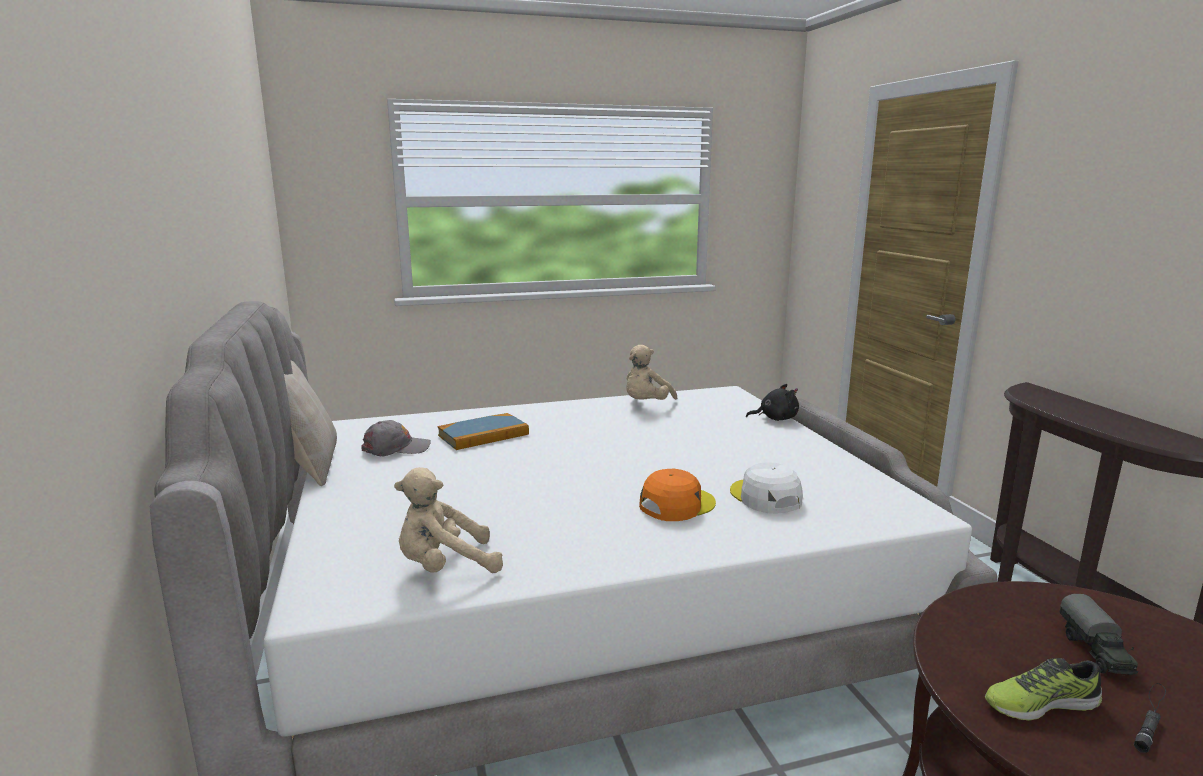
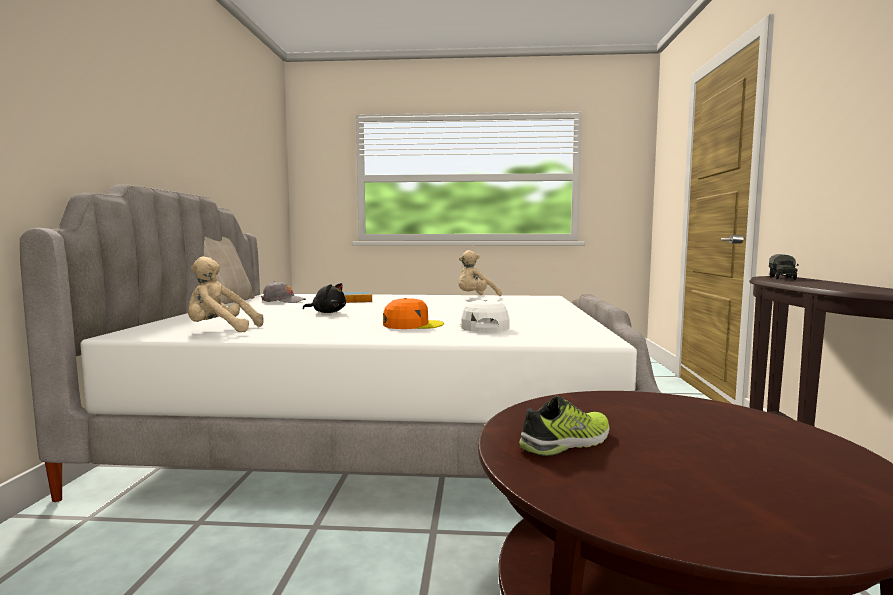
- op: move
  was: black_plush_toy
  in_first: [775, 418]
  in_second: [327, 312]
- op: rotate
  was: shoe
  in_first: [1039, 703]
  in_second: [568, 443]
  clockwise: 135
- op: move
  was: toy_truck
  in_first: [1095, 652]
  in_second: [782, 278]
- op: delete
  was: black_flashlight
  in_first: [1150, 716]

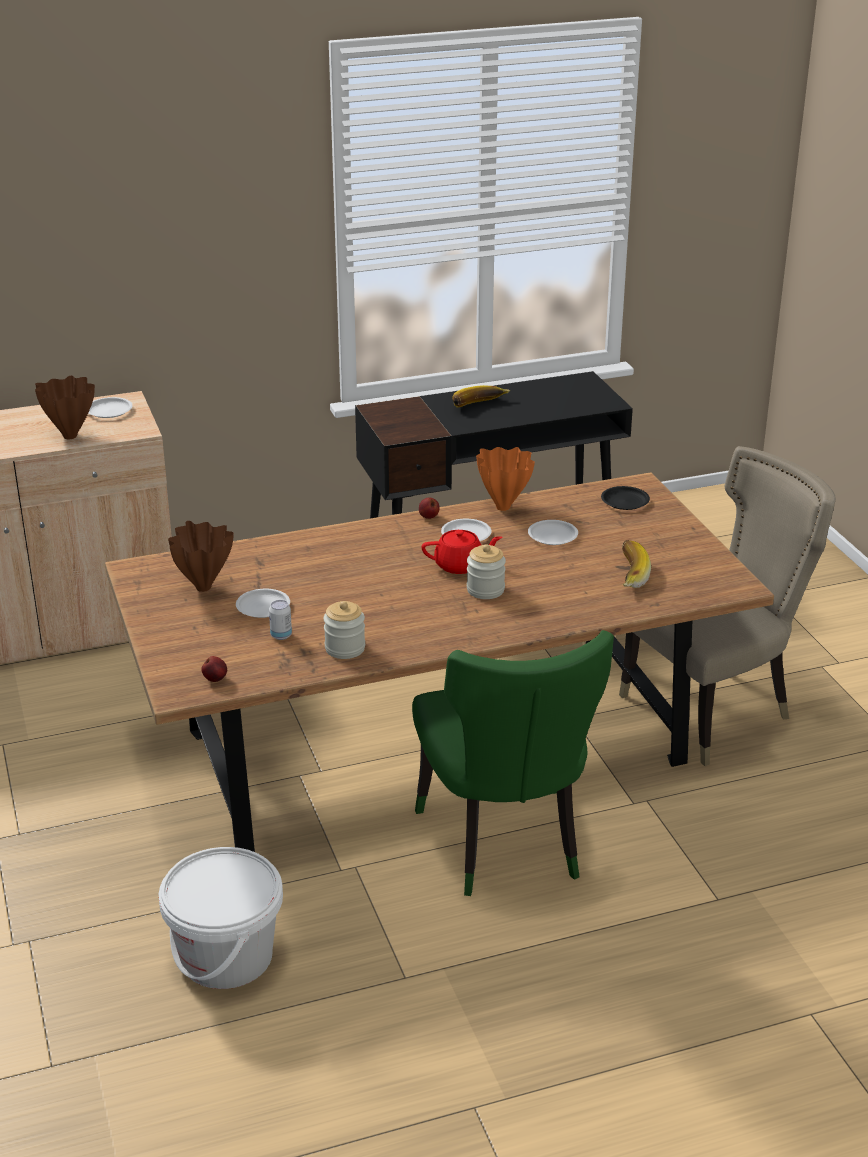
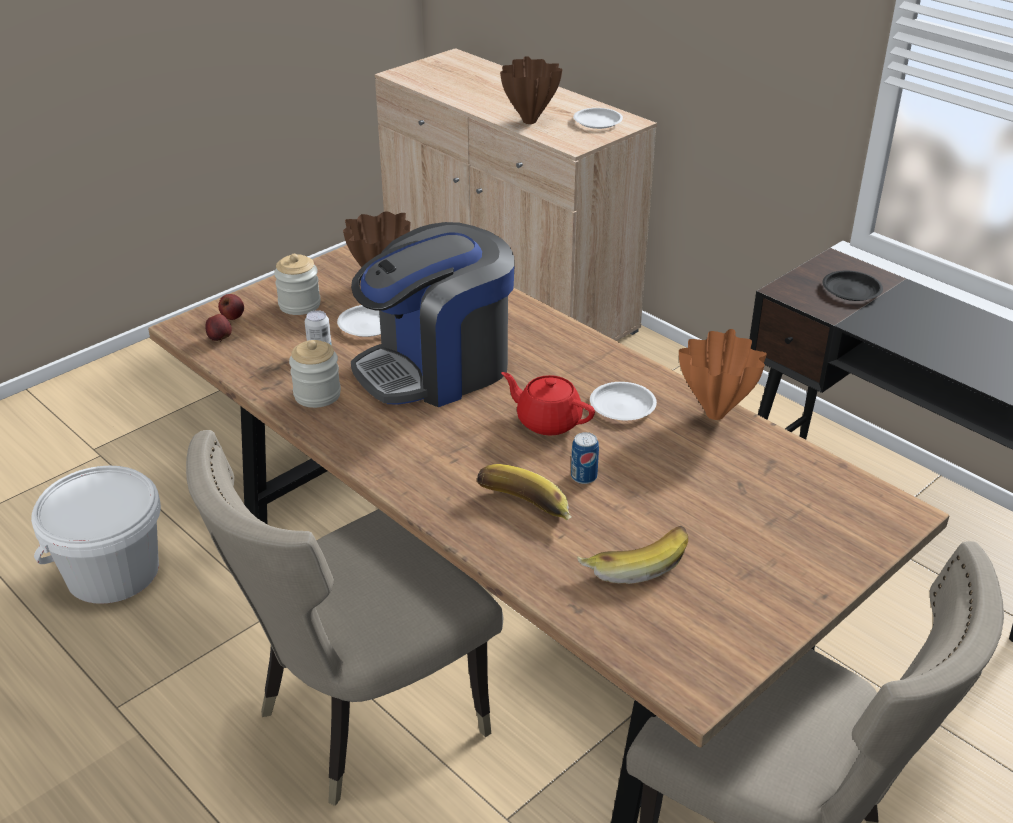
- op: recolor
  was: green_chair
  now: beige_chair
  in_first: [505, 846]
  in_second: [361, 719]
- op: move
  was: apple
  in_first: [428, 517]
  in_second: [232, 317]
- op: rotate
  was: red_teapot
  in_first: [460, 565]
  in_second: [547, 421]
  clockwise: 150
- op: move
  was: banana
  in_first: [480, 406]
  in_second: [522, 509]
- op: move
  was: jar
  in_first: [485, 590]
  in_second: [299, 305]
- op: delete
  was: white_plate
  in_first: [552, 536]
- op: move
  was: black_plate
  in_first: [624, 501]
  in_second: [851, 290]
- op: insert
  now: coffee_machine
  in_second: [437, 368]
- op: insert
  now: can
  in_second: [584, 477]

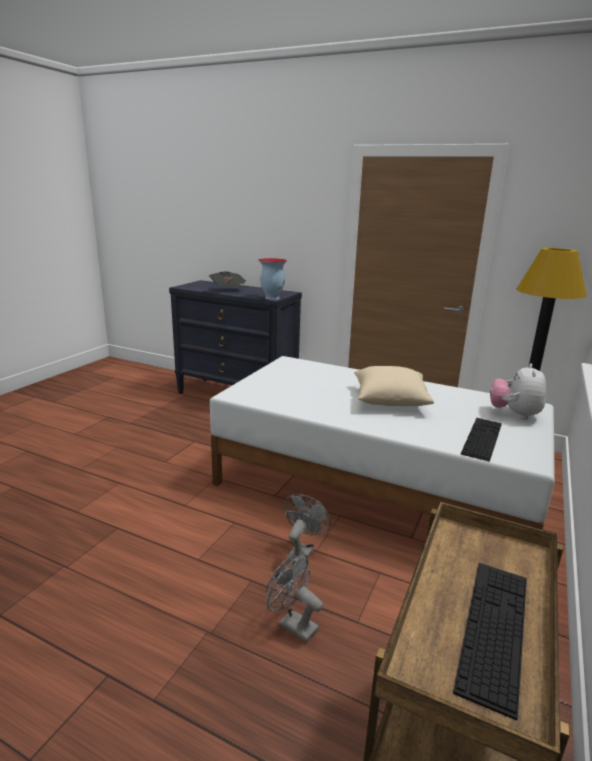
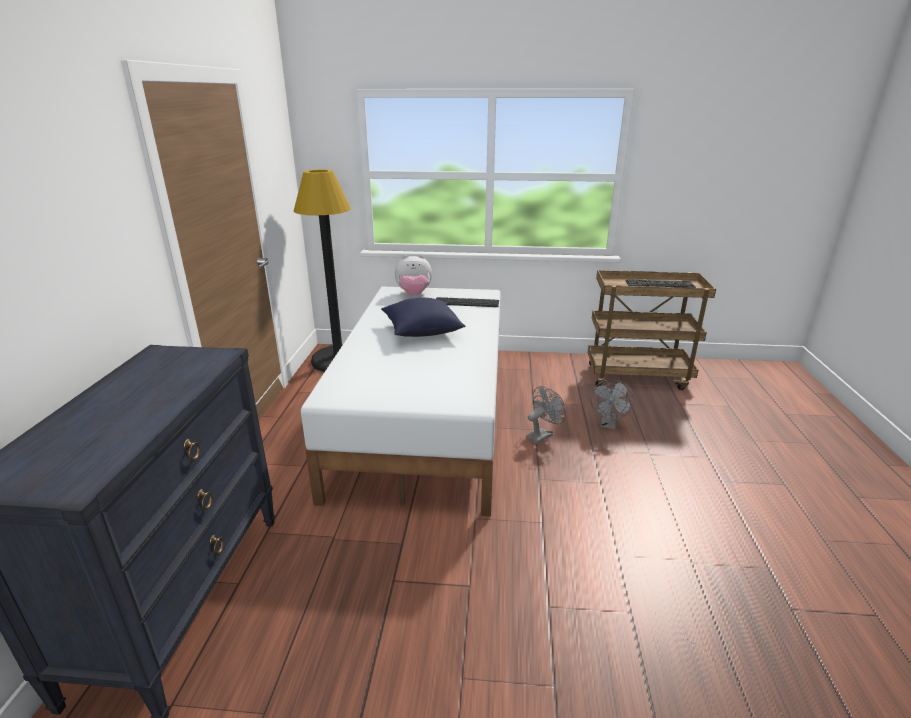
- op: delete
  was: newspaper
  in_first: [228, 290]
- op: delete
  was: vase
  in_first: [271, 298]
- op: rotate
  was: grey_fan
  in_first: [302, 552]
  in_second: [542, 435]
  clockwise: 135
- op: recolor
  was: beige_pillow
  now: blue_pillow
  in_first: [389, 400]
  in_second: [422, 331]

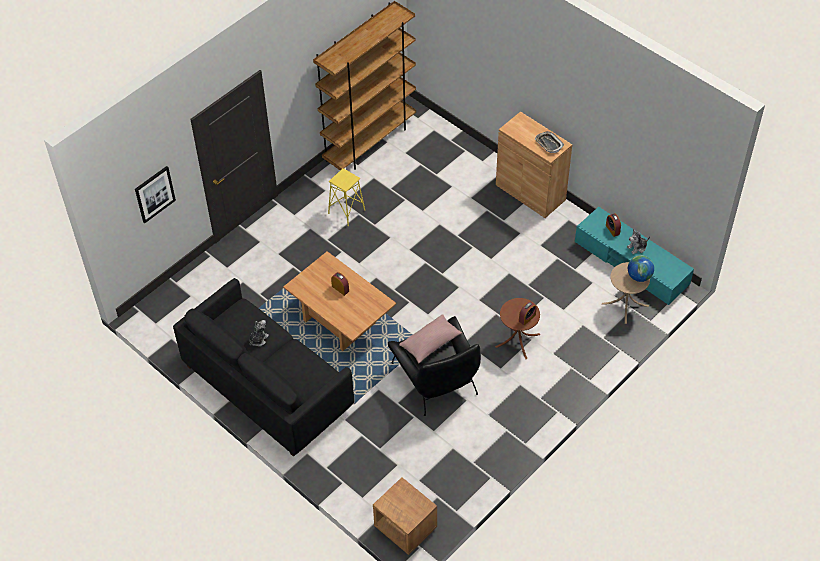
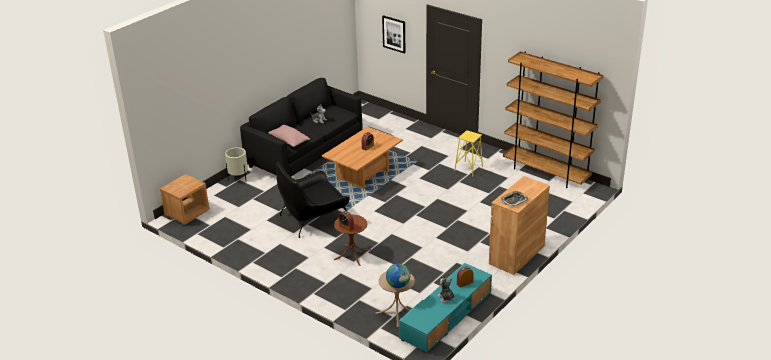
- op: move
  was: pink_pillow
  in_first: [430, 343]
  in_second: [289, 141]
- op: insert
  now: beige_planter
  in_second: [238, 178]

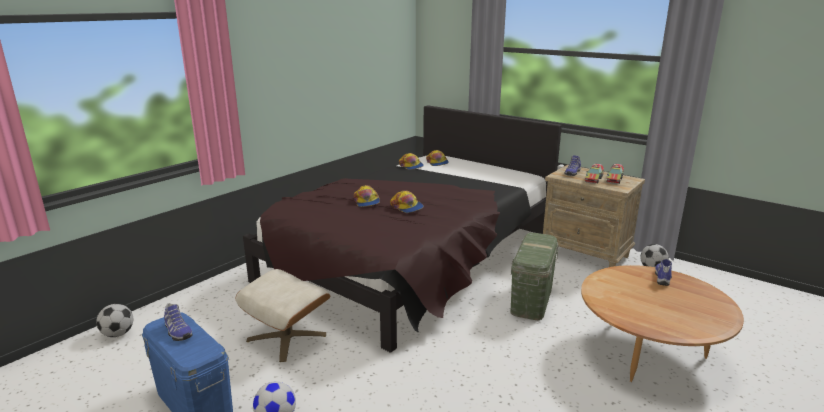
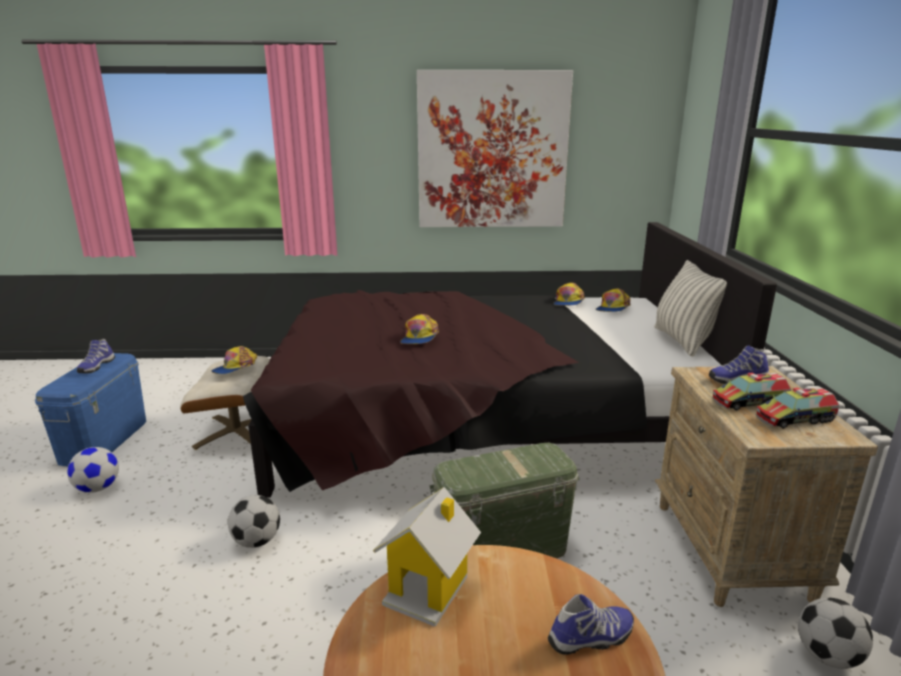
- op: move
  was: football
  in_first: [118, 334]
  in_second: [257, 541]
- op: move
  was: cap
  in_first: [366, 201]
  in_second: [235, 368]
- op: insert
  now: toy_house
  in_second: [429, 588]
- op: insert
  now: picture
  in_second: [492, 151]
- op: insert
  now: pillow
  in_second: [682, 341]

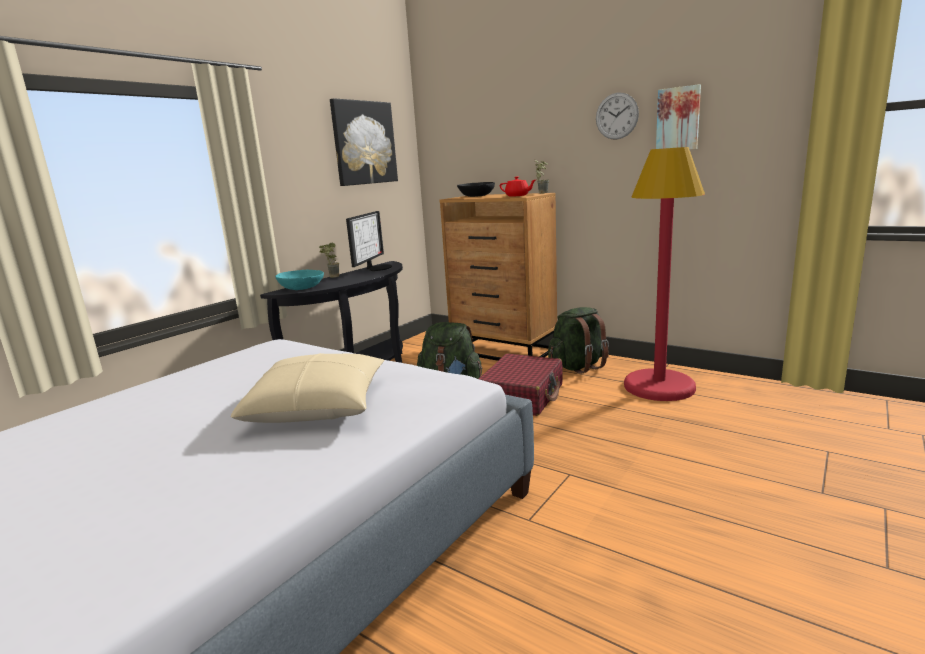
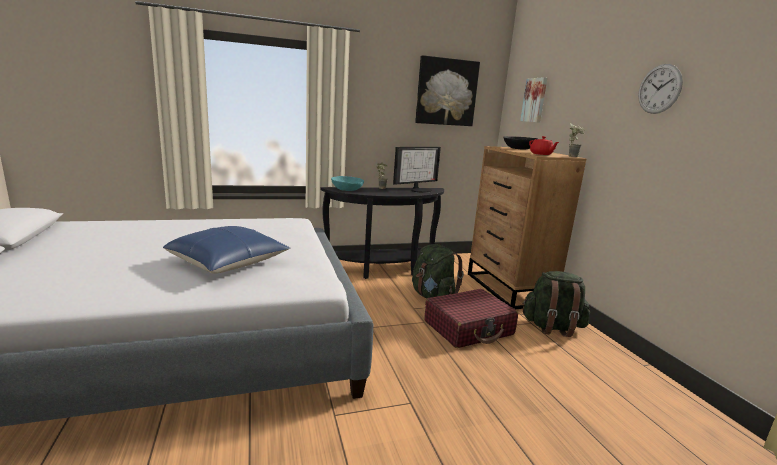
- op: recolor
  was: beige_pillow
  now: blue_pillow
  in_first: [318, 406]
  in_second: [228, 262]
- op: delete
  was: red_floor_lamp
  in_first: [659, 386]
- op: move
  was: picture
  in_first: [678, 119]
  in_second: [535, 100]

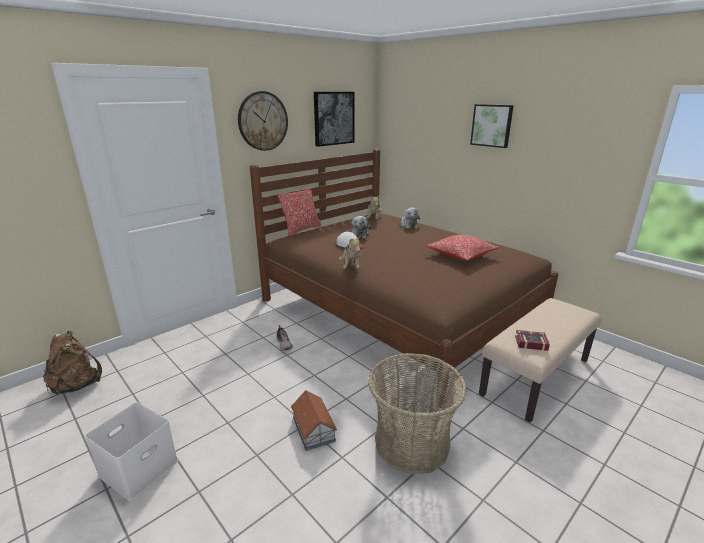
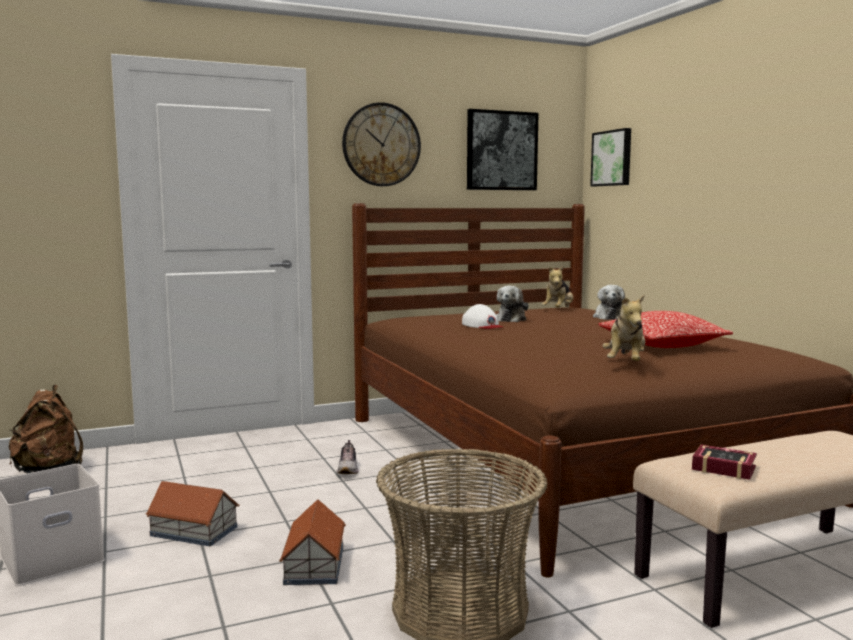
- op: delete
  was: pillow
  in_first: [301, 230]
- op: move
  was: plush_toy
  in_first: [351, 267]
  in_second: [625, 363]
- op: move
  was: picture
  in_first: [492, 125]
  in_second: [612, 158]
- op: insert
  now: toy_house
  in_second: [193, 530]

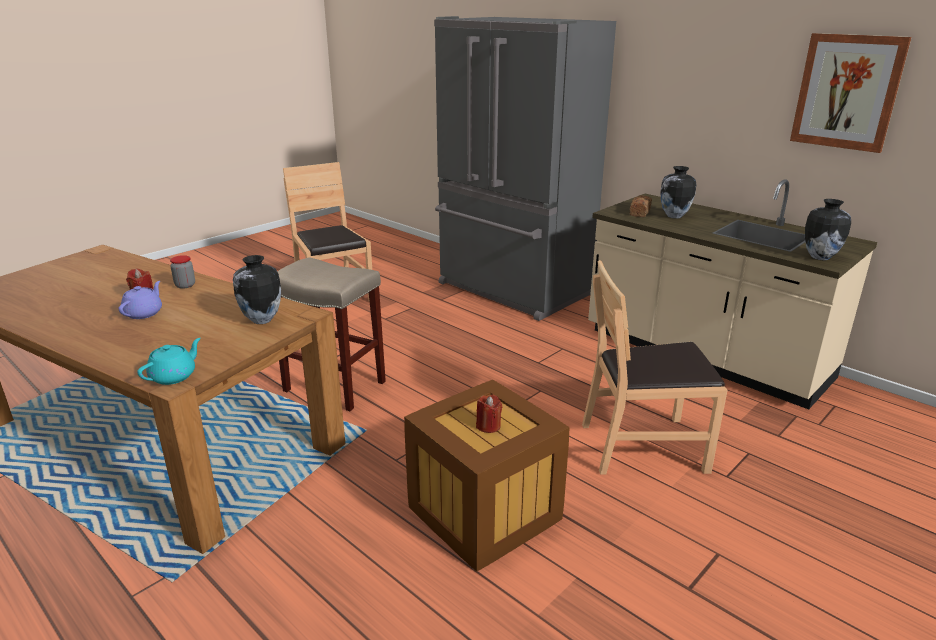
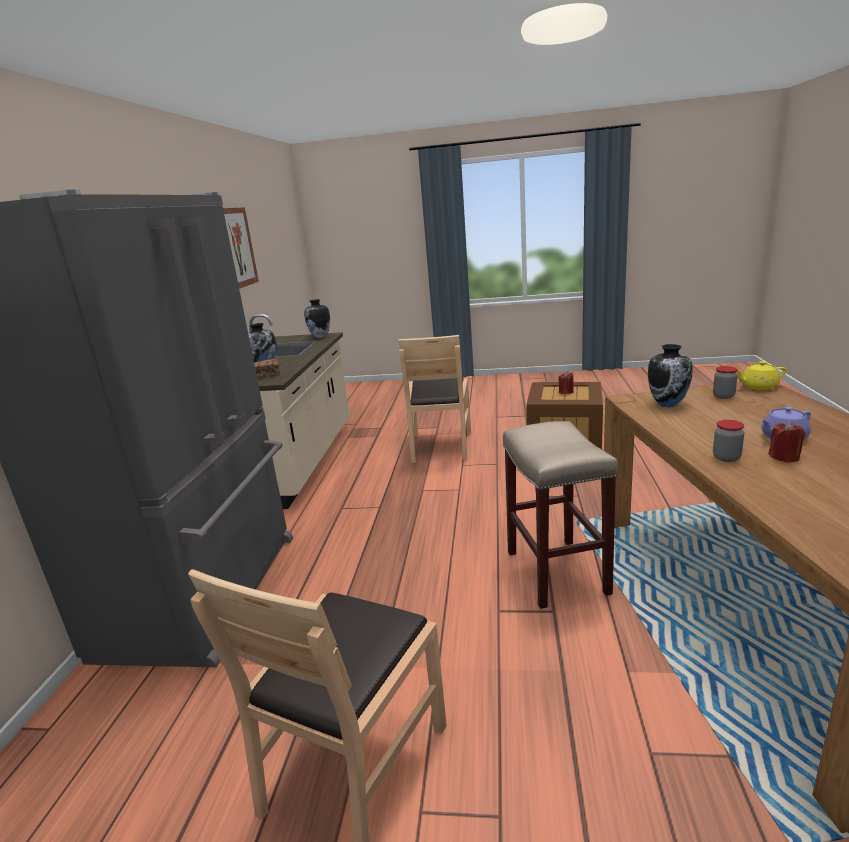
- op: recolor
  was: turquoise_teapot
  now: yellow_teapot
  in_first: [174, 376]
  in_second: [758, 387]
- op: rotate
  was: brown_chair
  in_first: [643, 446]
  in_second: [441, 447]
  clockwise: 45
- op: insert
  now: jar
  in_second: [723, 396]

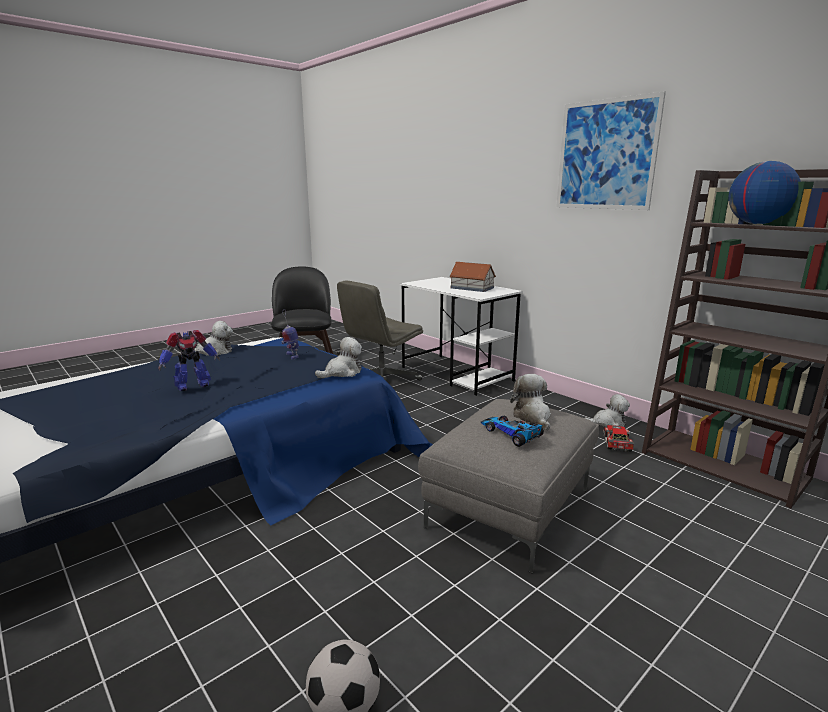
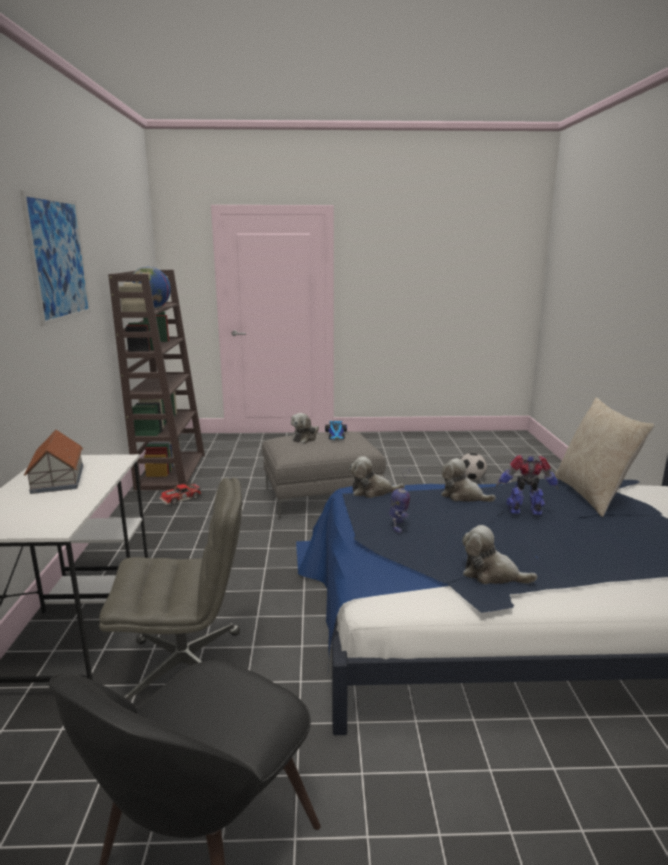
- op: move
  was: plush_toy
  in_first: [608, 423]
  in_second: [463, 496]
- op: insert
  now: beige_pillow
  in_second: [592, 495]

